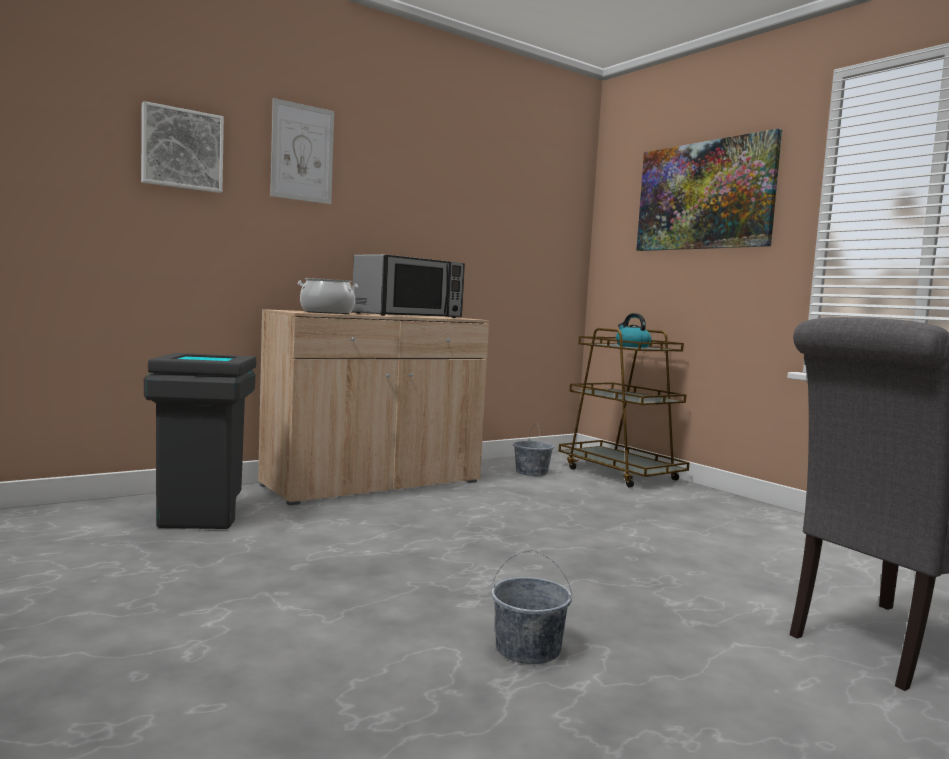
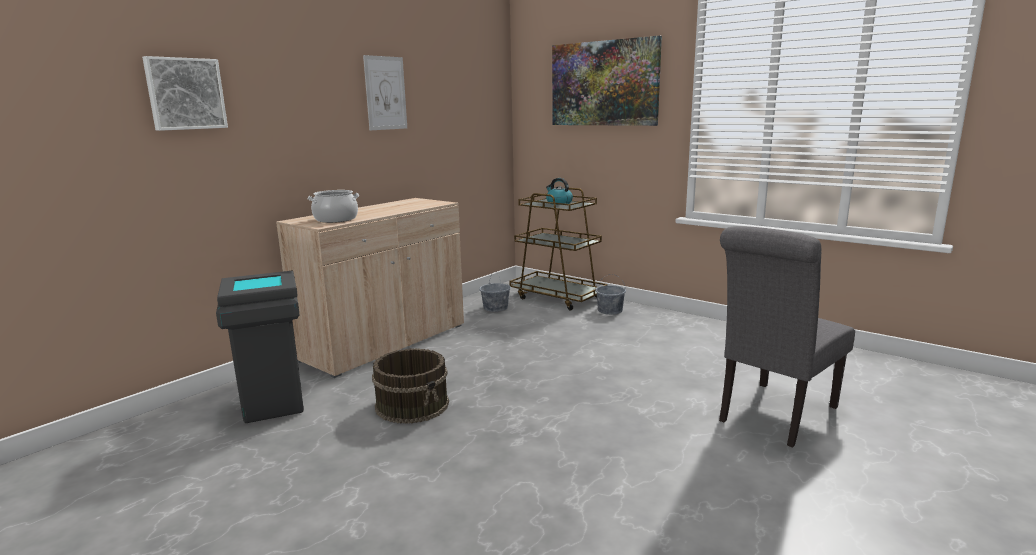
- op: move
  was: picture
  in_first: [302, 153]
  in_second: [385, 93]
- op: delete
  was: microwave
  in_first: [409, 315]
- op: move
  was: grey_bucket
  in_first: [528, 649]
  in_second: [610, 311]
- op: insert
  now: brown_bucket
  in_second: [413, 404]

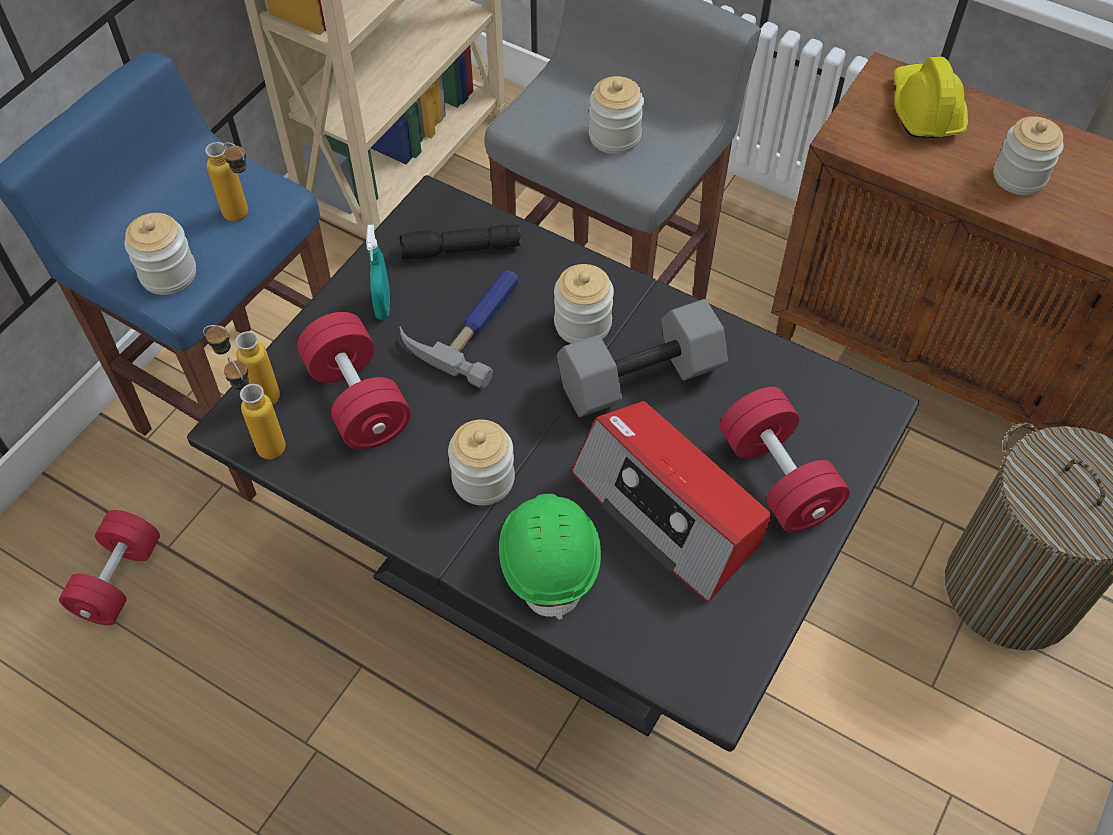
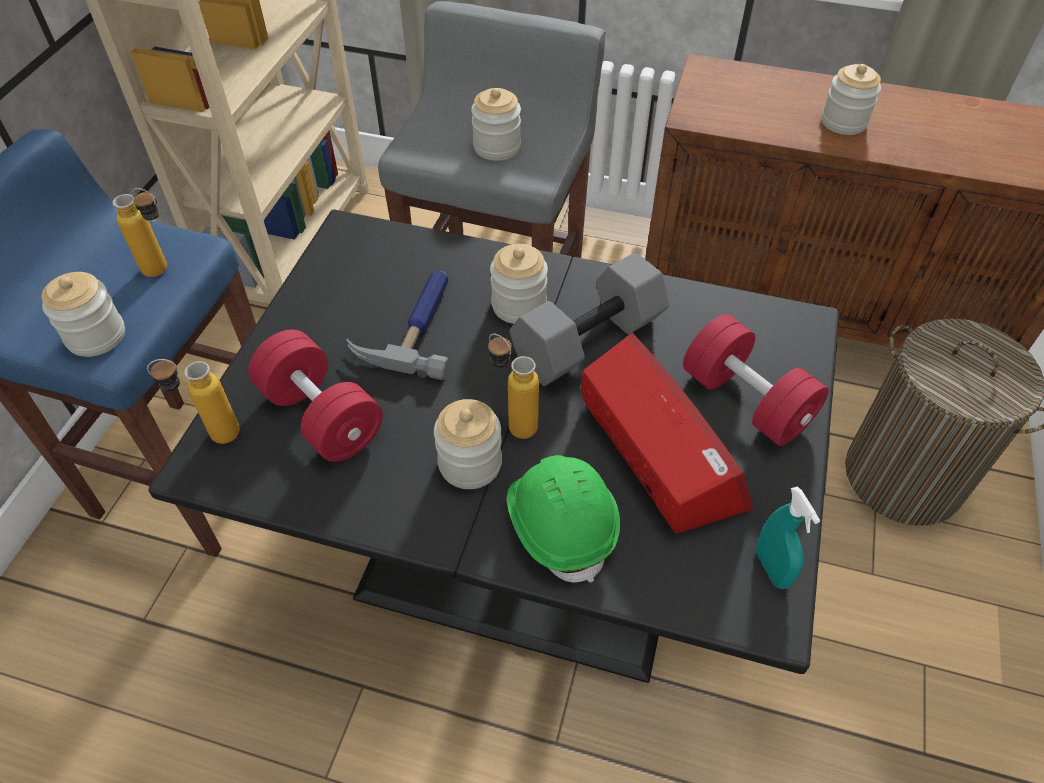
- op: delete
  was: red_dumbbell
  in_first: [119, 580]
- op: move
  was: bottle
  in_first: [265, 440]
  in_second: [513, 422]
- op: move
  was: turquoise_spray_bottle
  in_first: [383, 305]
  in_second: [771, 568]
- op: delete
  was: black_flashlight
  in_first: [460, 250]
- op: rotate
  was: radio
  in_first: [669, 510]
  in_second: [659, 452]
  clockwise: -150
- op: delete
  was: yellow_hard_hat
  in_first: [924, 109]

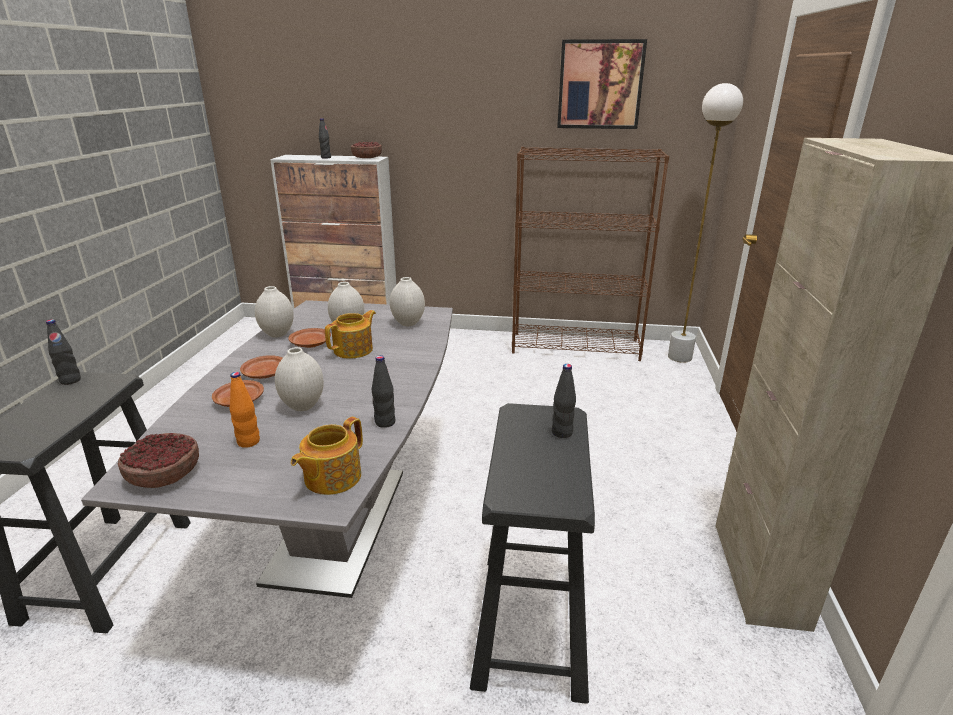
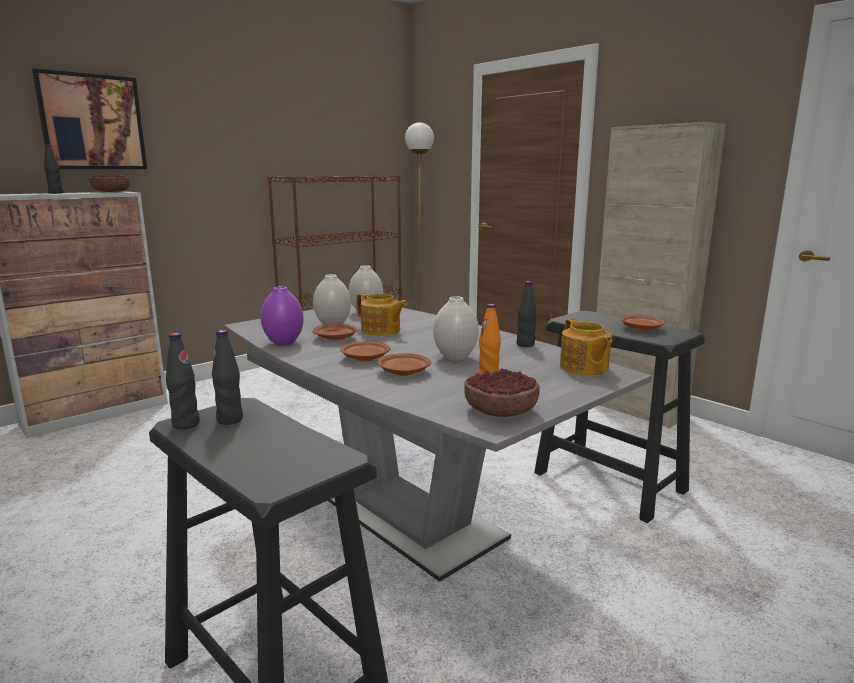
- op: recolor
  was: white_vase
  now: purple_vase
  in_first: [278, 334]
  in_second: [284, 343]
- op: rotate
  was: teapot
  in_first: [354, 350]
  in_second: [381, 331]
  clockwise: 135
- op: move
  was: black_bottle
  in_first: [562, 432]
  in_second: [230, 420]
- op: move
  was: picture
  in_first: [600, 85]
  in_second: [92, 122]
- op: insert
  now: brown_plate
  in_second: [641, 328]

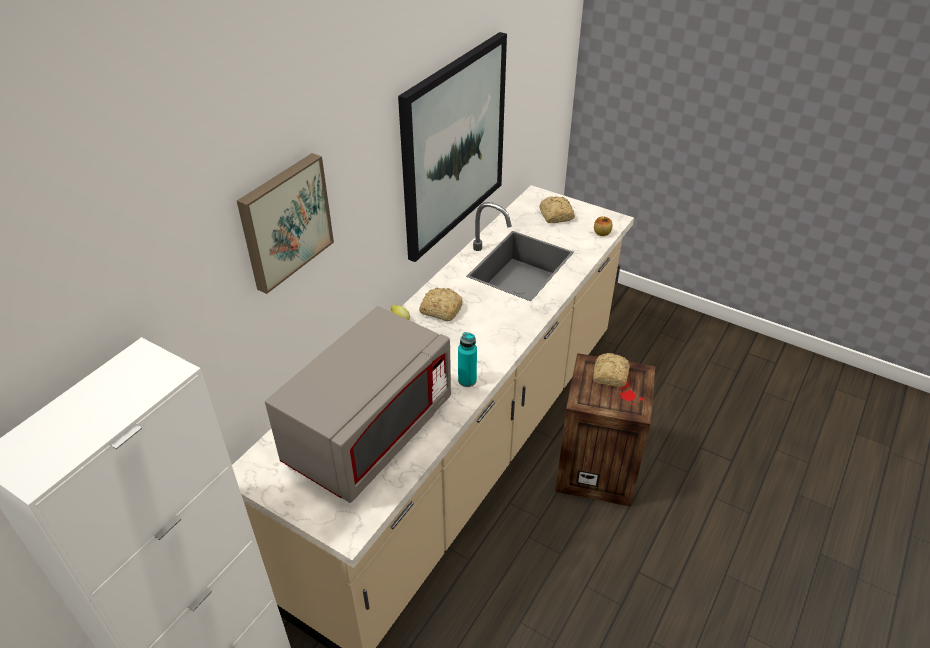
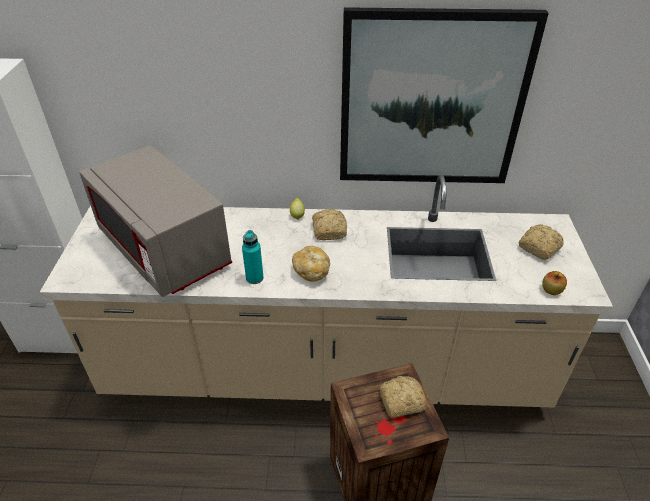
- op: delete
  was: picture
  in_first: [284, 221]
- op: rotate
  was: grey_microwave
  in_first: [369, 433]
  in_second: [164, 250]
  clockwise: 45
- op: insert
  now: bread
  in_second: [311, 270]

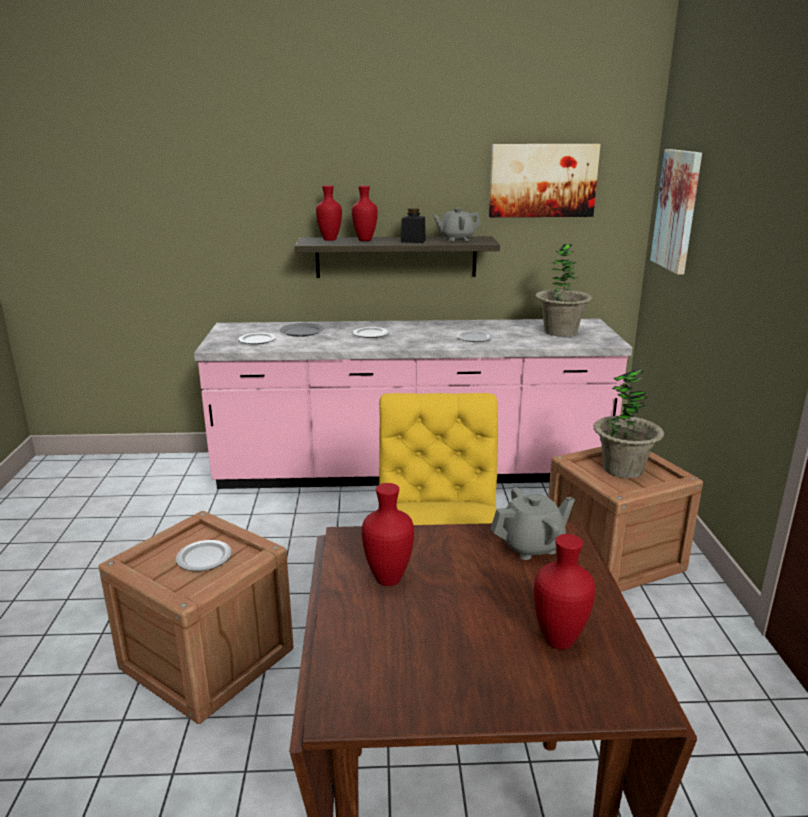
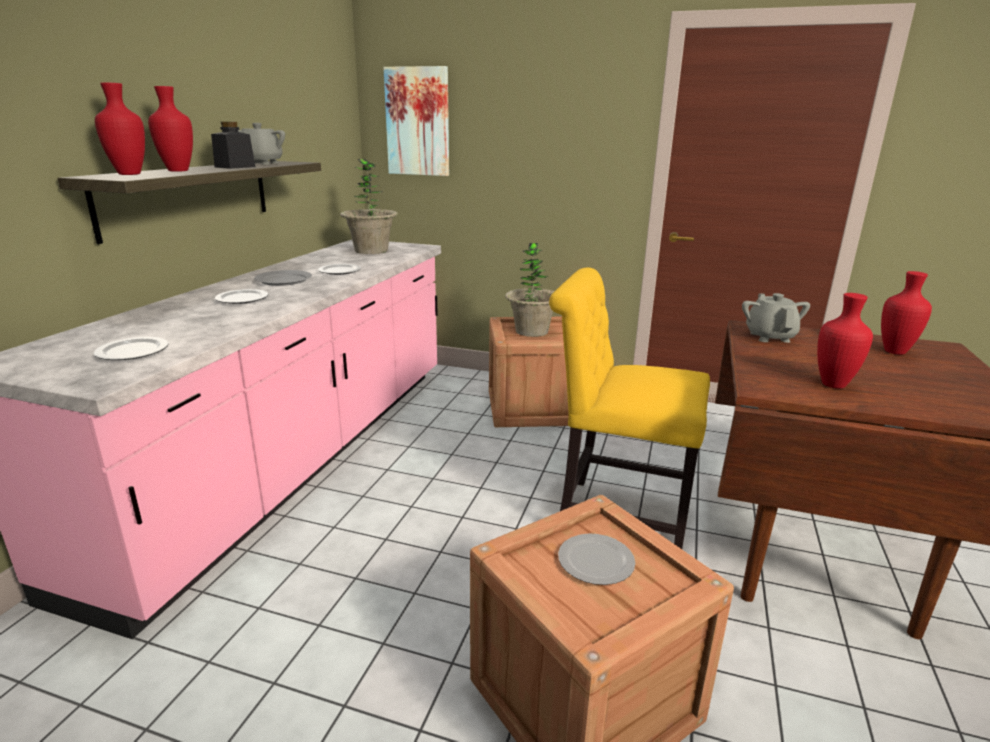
- op: move
  was: grey_plate
  in_first: [302, 332]
  in_second: [283, 280]
- op: delete
  was: picture
  in_first: [542, 180]

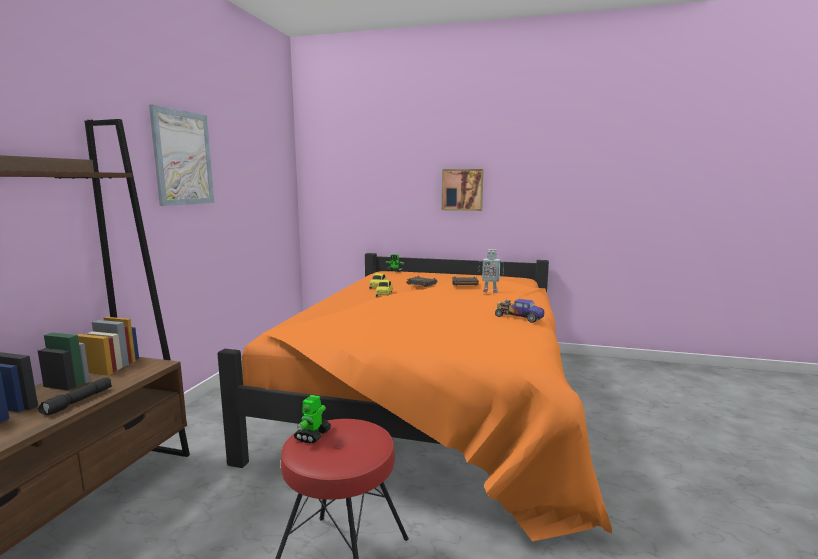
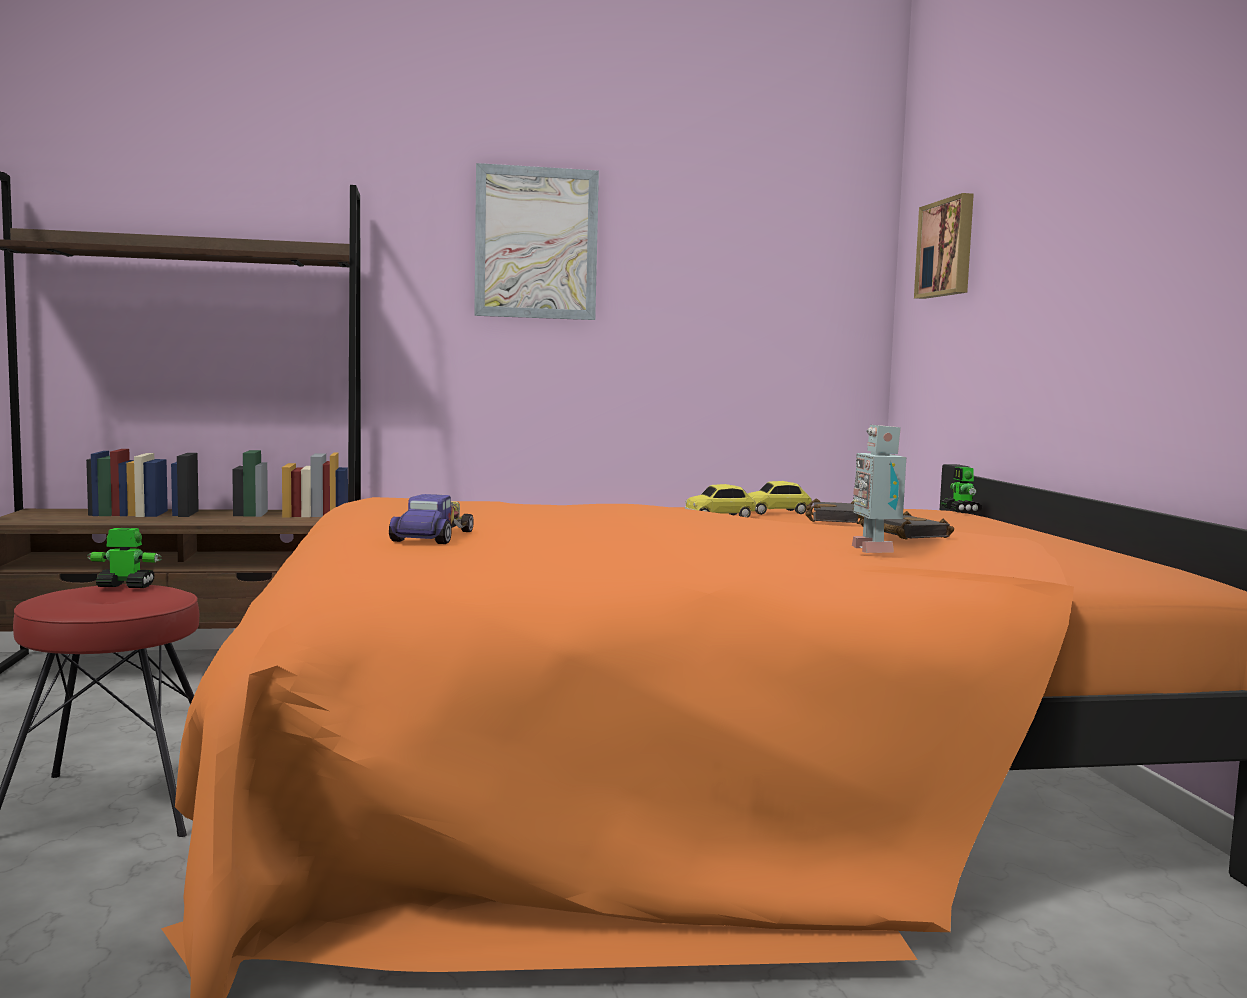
- op: delete
  was: black_flashlight
  in_first: [78, 402]
- op: move
  was: picture
  in_first: [462, 190]
  in_second: [947, 248]
- op: move
  was: toy_car
  in_first: [519, 317]
  in_second: [434, 536]

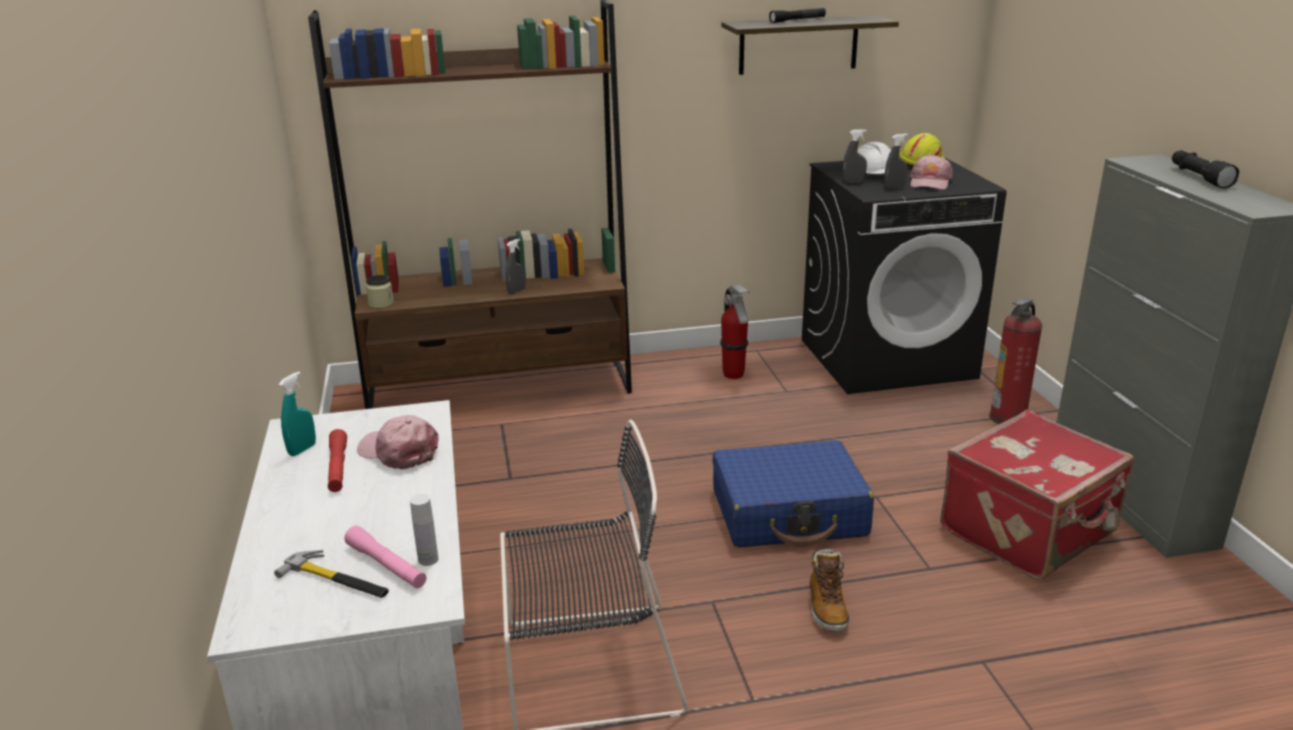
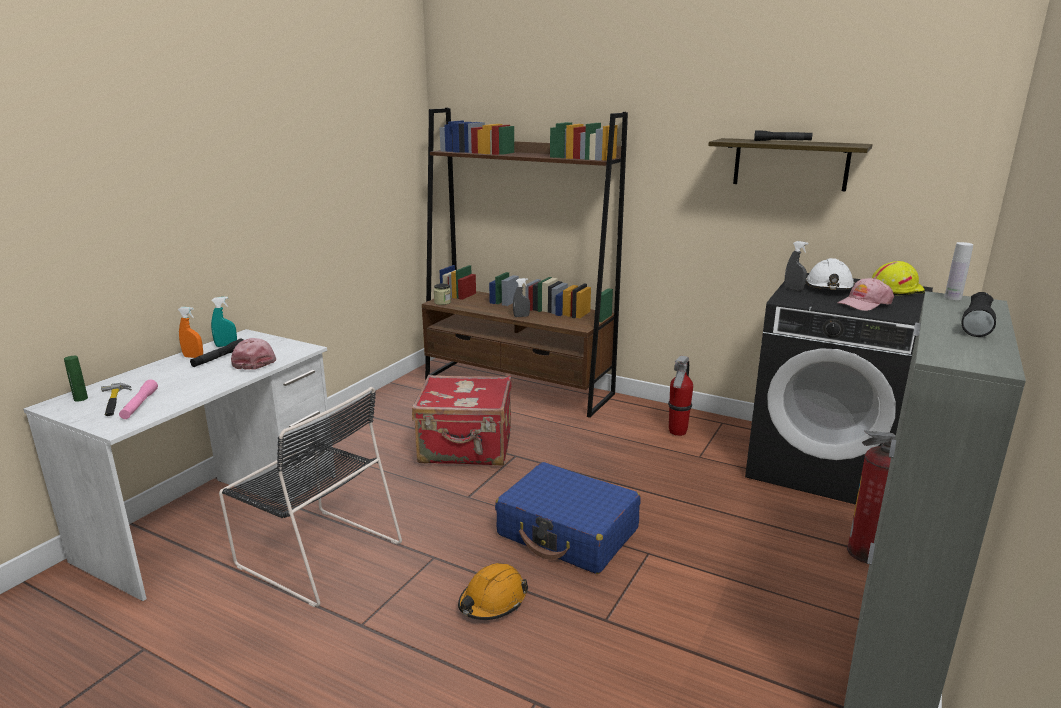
- op: recolor
  was: red_flashlight
  now: black_flashlight
  in_first: [338, 468]
  in_second: [219, 358]
- op: move
  was: white_bottle
  in_first: [428, 559]
  in_second: [952, 298]
- op: replace
  was: boot
  now: orange_hard_hat
  in_first: [827, 608]
  in_second: [492, 601]
- op: delete
  was: grey_spray_bottle
  in_first: [894, 188]
- op: move
  was: red_suitcase
  in_first: [1030, 532]
  in_second: [466, 448]
- op: insert
  now: green_bottle
  in_second: [80, 398]
- op: insert
  now: orange_spray_bottle
  in_second: [193, 357]

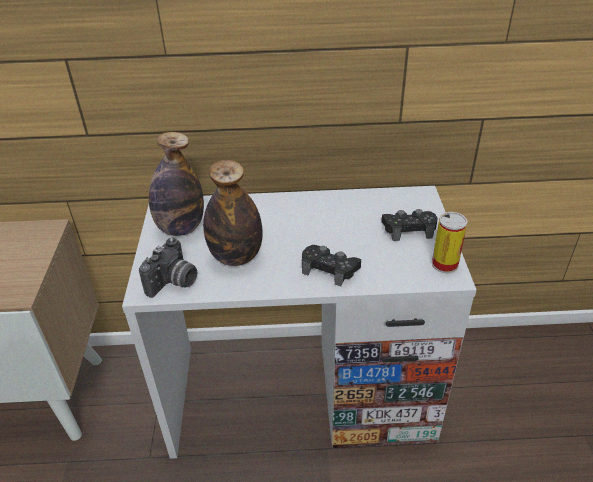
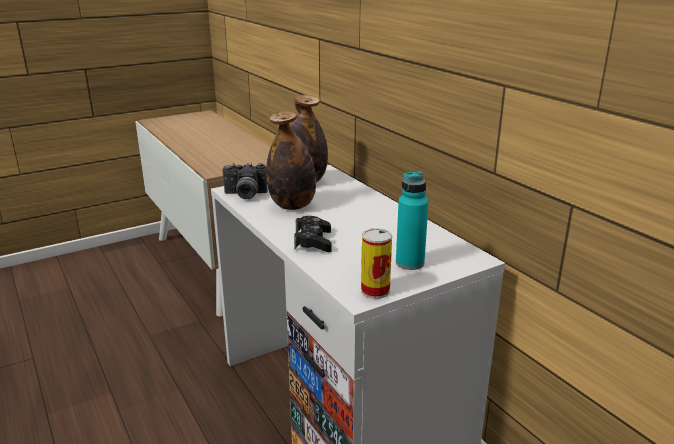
- op: replace
  was: black_game_controller
  now: turquoise_bottle
  in_first: [408, 229]
  in_second: [410, 263]

